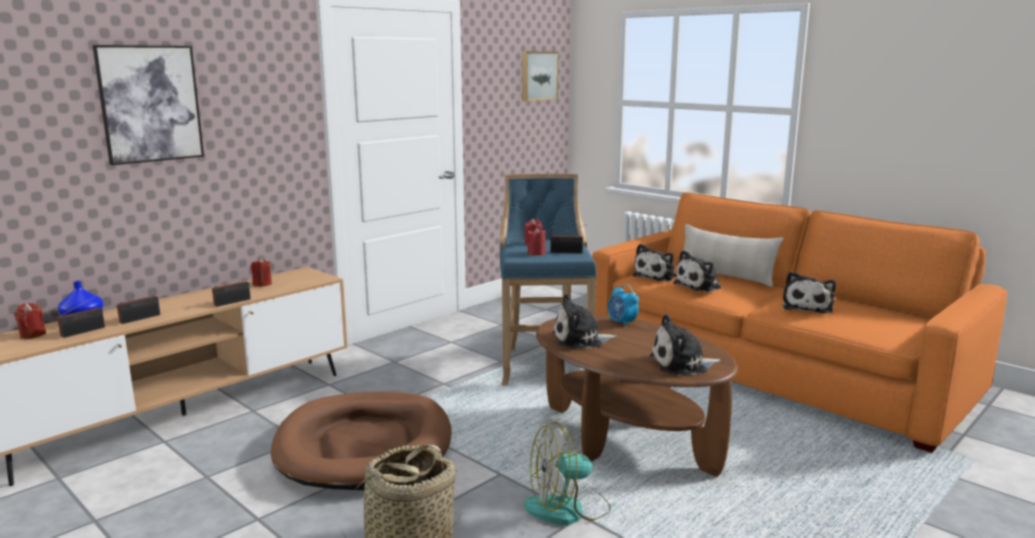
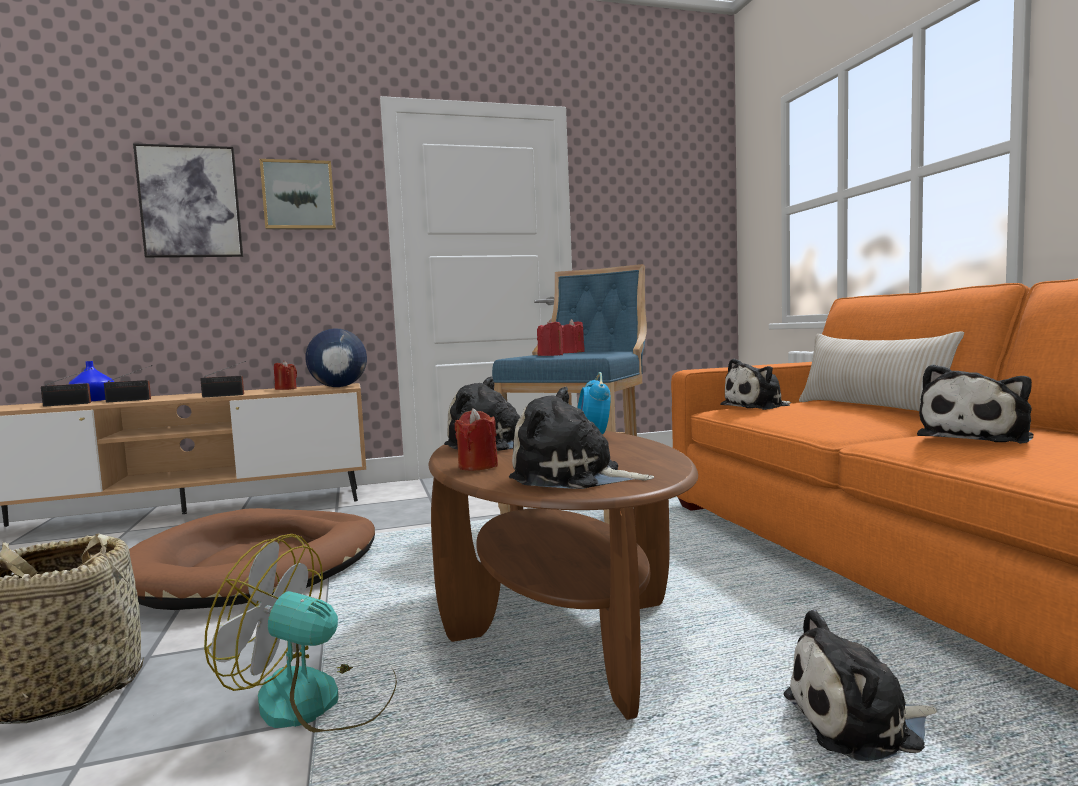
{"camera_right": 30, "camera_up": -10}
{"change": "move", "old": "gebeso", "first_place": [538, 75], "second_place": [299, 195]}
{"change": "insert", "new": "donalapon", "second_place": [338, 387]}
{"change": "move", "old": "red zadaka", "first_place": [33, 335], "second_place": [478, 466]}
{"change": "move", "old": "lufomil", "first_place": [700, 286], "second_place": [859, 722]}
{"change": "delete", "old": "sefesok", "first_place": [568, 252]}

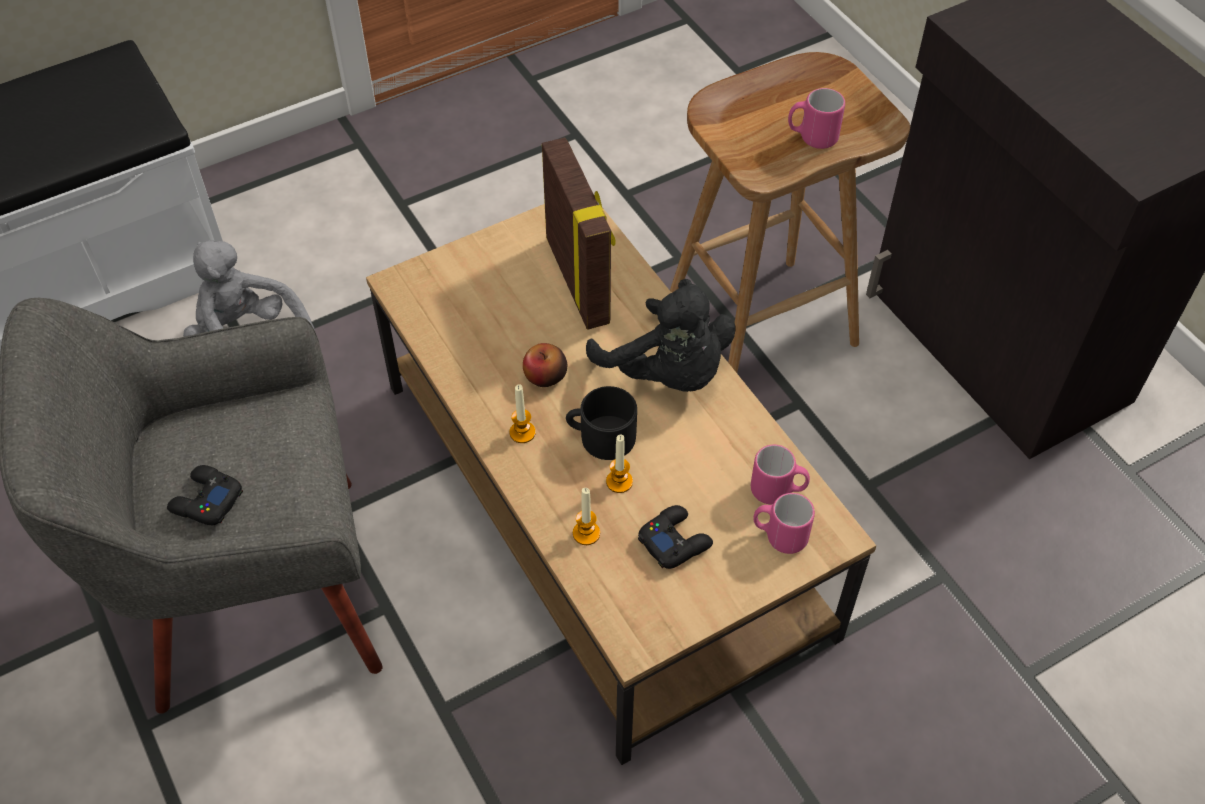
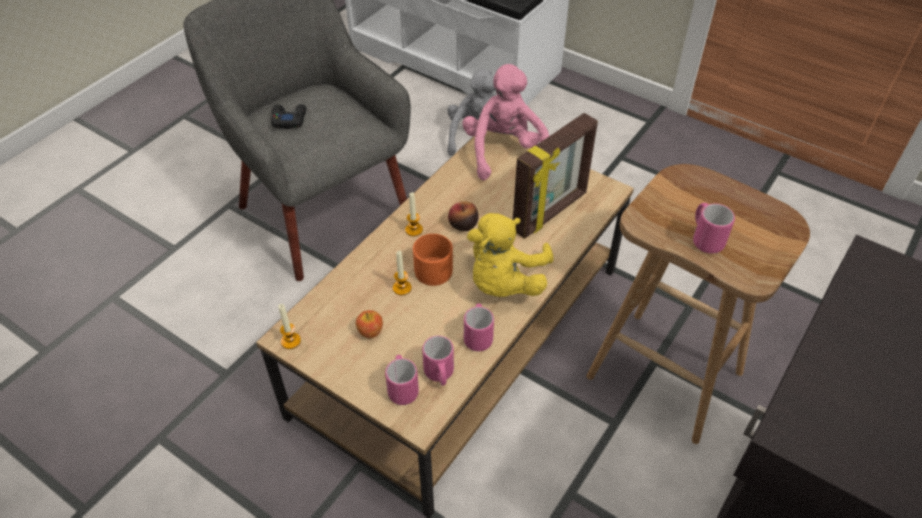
{"camera_right": 65, "camera_up": -5}
{"change": "move", "old": "zadaka", "first_place": [586, 533], "second_place": [290, 341]}
{"change": "replace", "old": "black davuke", "new": "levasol", "first_place": [674, 541], "second_place": [370, 331]}
{"change": "recolor", "old": "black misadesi", "new": "orange misadesi", "first_place": [601, 436], "second_place": [432, 267]}
{"change": "insert", "new": "pink lufomil", "second_place": [504, 153]}
{"change": "insert", "new": "pink misadesi", "second_place": [478, 336]}
{"change": "recolor", "old": "black lufomil", "new": "yellow lufomil", "first_place": [667, 372], "second_place": [504, 282]}

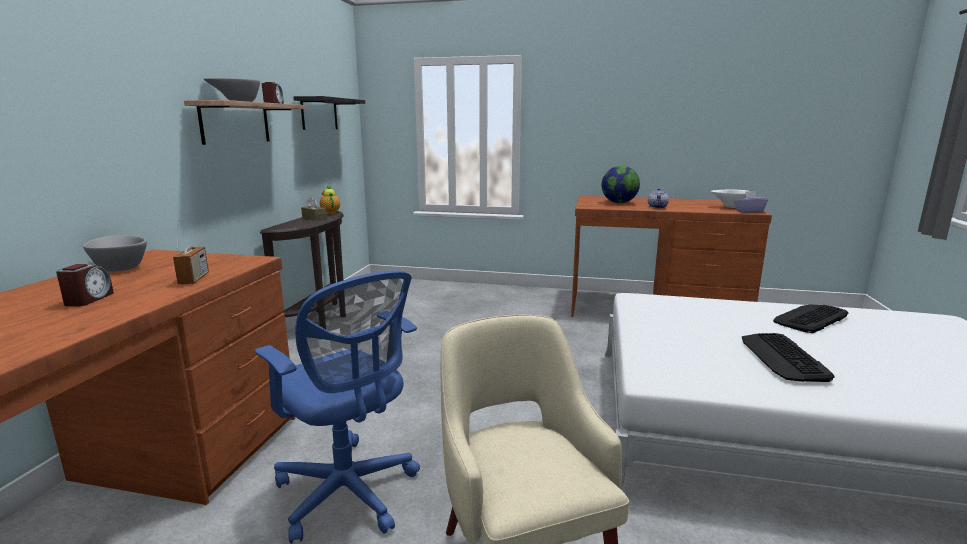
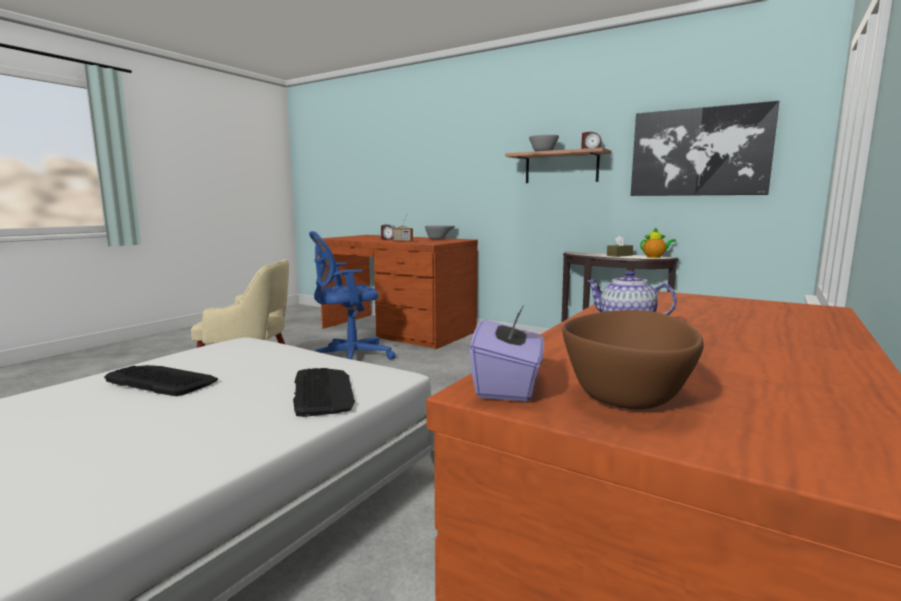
{"camera_right": 110, "camera_up": -5}
{"change": "move", "old": "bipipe", "first_place": [810, 318], "second_place": [322, 392]}
{"change": "recolor", "old": "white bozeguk", "new": "brown bozeguk", "first_place": [730, 207], "second_place": [628, 393]}
{"change": "replace", "old": "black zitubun", "new": "gebeso", "first_place": [319, 114], "second_place": [699, 152]}
{"change": "delete", "old": "donalapon", "first_place": [619, 203]}

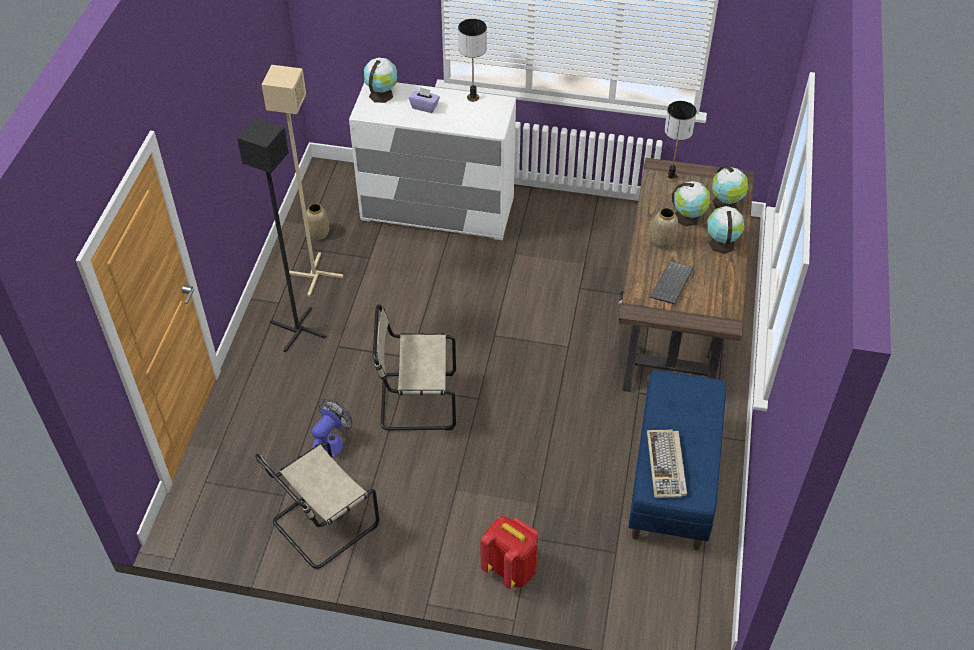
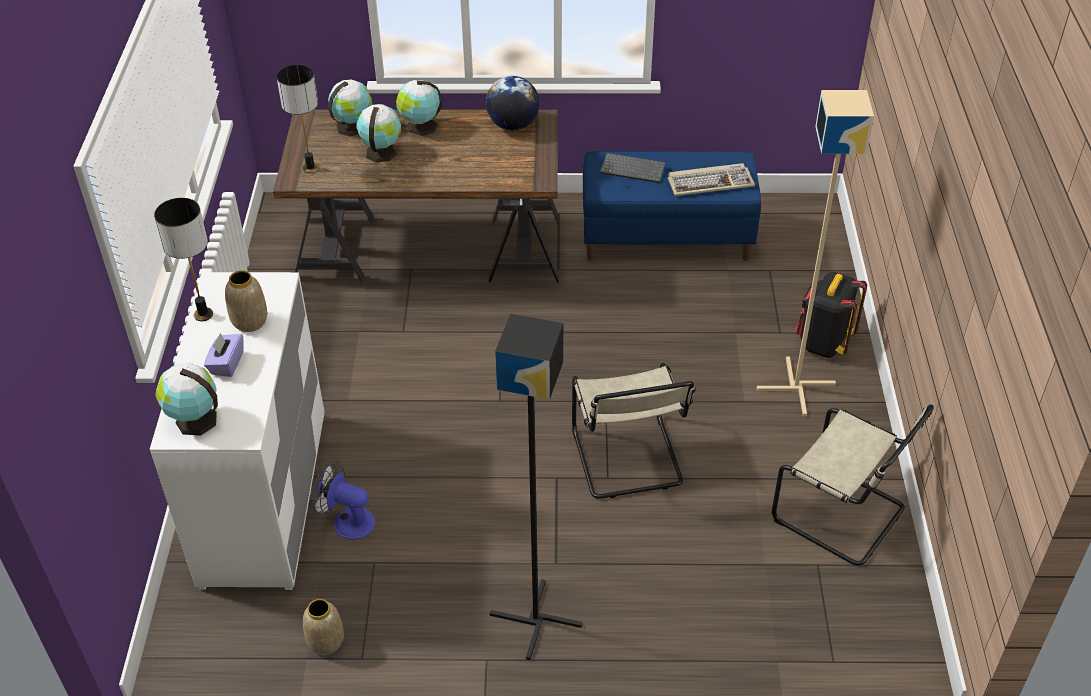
{"camera_right": -100, "camera_up": -5}
{"change": "move", "old": "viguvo", "first_place": [662, 241], "second_place": [249, 322]}
{"change": "move", "old": "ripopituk", "first_place": [331, 441], "second_place": [347, 521]}
{"change": "insert", "new": "donalapon", "second_place": [513, 125]}
{"change": "move", "old": "bipipe", "first_place": [672, 284], "second_place": [633, 169]}
{"change": "move", "old": "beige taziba", "first_place": [314, 275], "second_place": [797, 386]}
{"change": "recolor", "old": "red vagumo", "new": "black vagumo", "first_place": [511, 568], "second_place": [823, 343]}

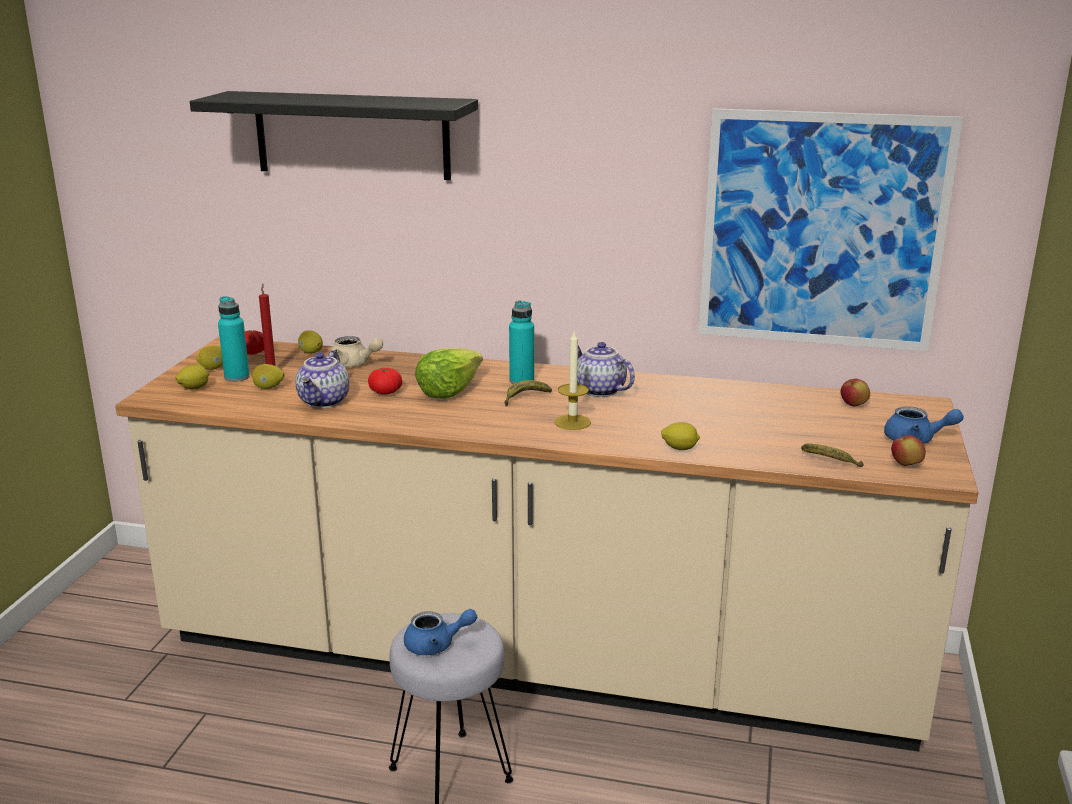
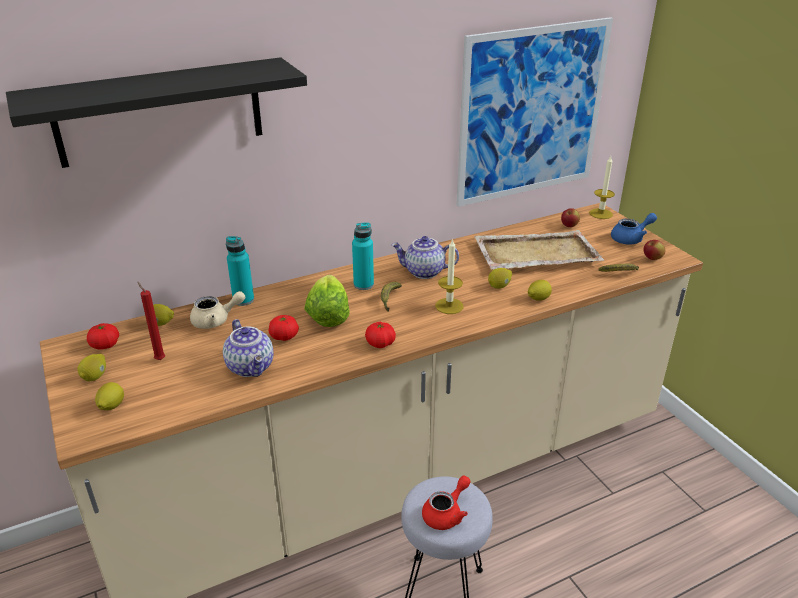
{"camera_right": -40, "camera_up": 10}
{"change": "move", "old": "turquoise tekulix", "first_place": [237, 377], "second_place": [243, 300]}
{"change": "insert", "new": "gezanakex", "second_place": [380, 343]}
{"change": "recolor", "old": "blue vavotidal", "new": "red vavotidal", "first_place": [436, 645], "second_place": [446, 514]}
{"change": "insert", "new": "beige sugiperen", "second_place": [535, 254]}
{"change": "move", "old": "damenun", "first_place": [268, 388], "second_place": [499, 286]}
{"change": "insert", "new": "zadaka", "second_place": [601, 213]}

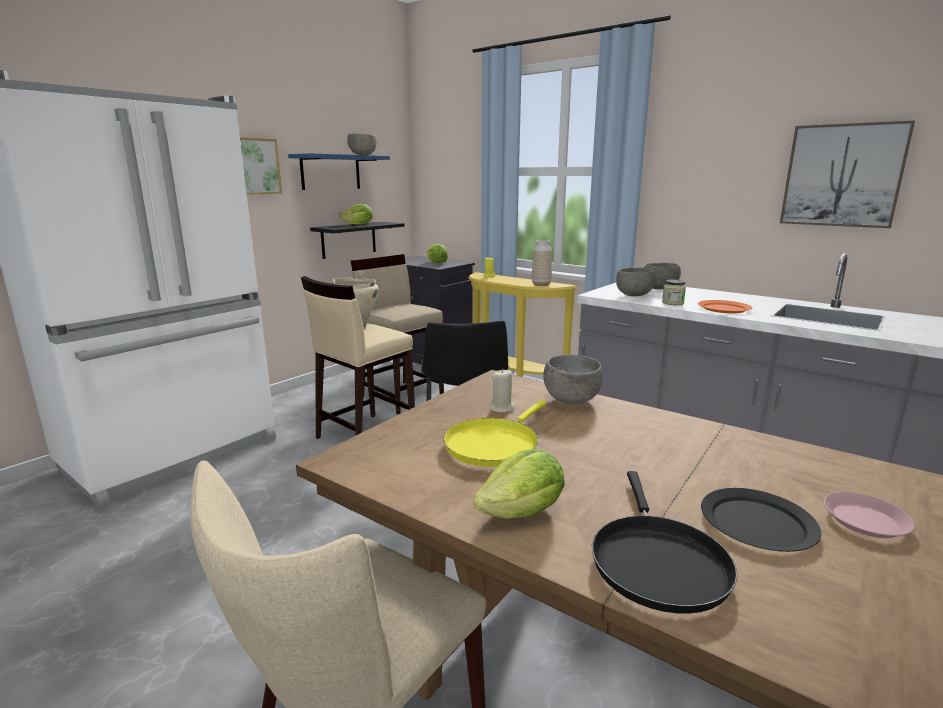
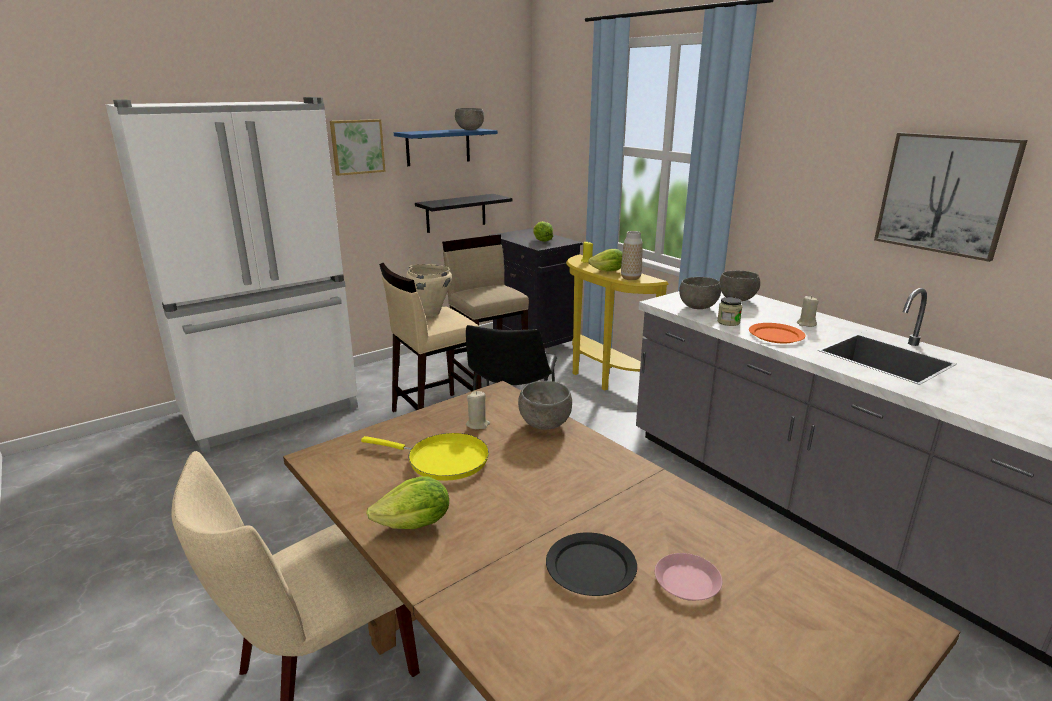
{"camera_right": 15, "camera_up": 5}
{"change": "rotate", "old": "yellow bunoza", "first_place": [494, 444], "second_place": [442, 460], "degrees": -120}
{"change": "move", "old": "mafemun", "first_place": [359, 224], "second_place": [608, 271]}
{"change": "insert", "new": "beige zadaka", "second_place": [806, 324]}
{"change": "delete", "old": "black bunoza", "first_place": [656, 561]}

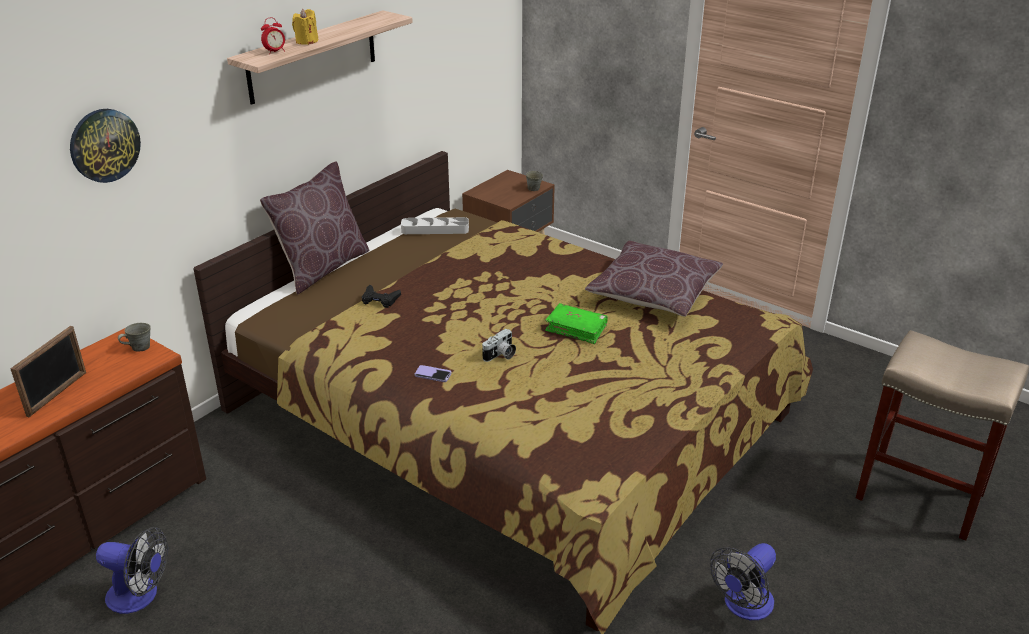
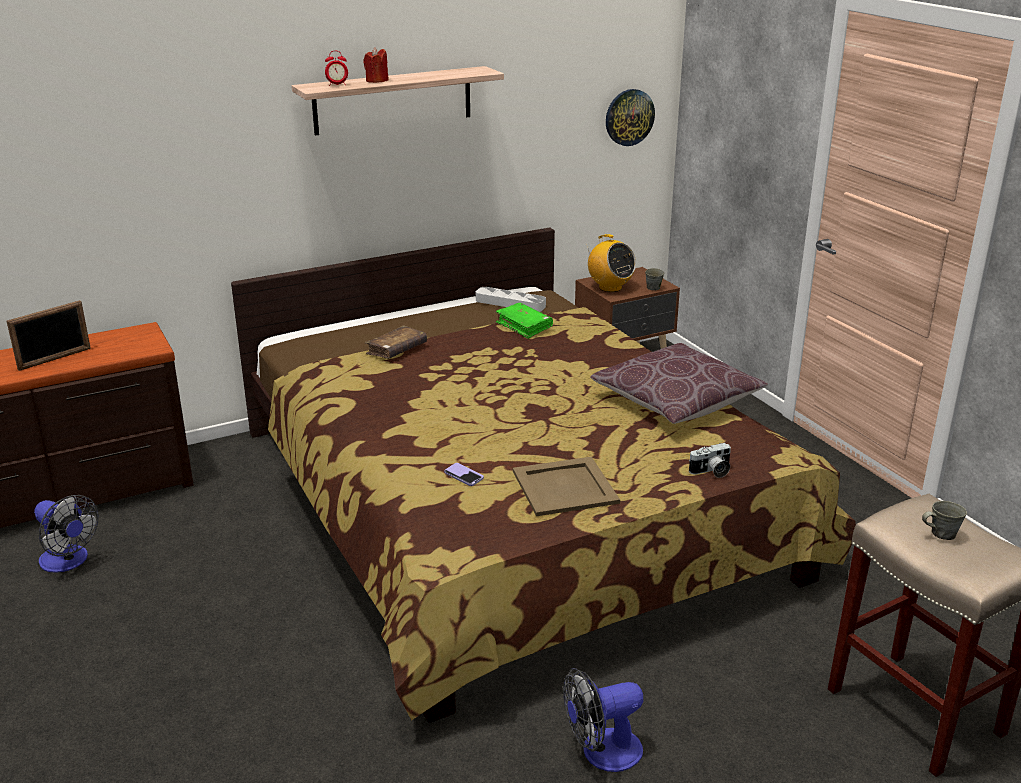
{"camera_right": 25, "camera_up": -5}
{"change": "recolor", "old": "yellow zadaka", "new": "red zadaka", "first_place": [306, 41], "second_place": [377, 81]}
{"change": "replace", "old": "black davuke", "new": "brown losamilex", "first_place": [380, 300], "second_place": [397, 350]}
{"change": "move", "old": "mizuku", "first_place": [433, 375], "second_place": [463, 475]}
{"change": "move", "old": "green losamilex", "first_place": [576, 329], "second_place": [524, 326]}
{"change": "insert", "new": "beige sugiperen", "second_place": [564, 486]}
{"change": "insert", "new": "sefesok", "second_place": [610, 288]}
{"change": "move", "old": "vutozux", "first_place": [104, 145], "second_place": [629, 117]}
{"change": "move", "old": "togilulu", "first_place": [500, 355], "second_place": [711, 472]}
{"change": "move", "old": "grey misadesi", "first_place": [139, 347], "second_place": [941, 534]}
{"change": "delete", "old": "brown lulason", "first_place": [322, 267]}

